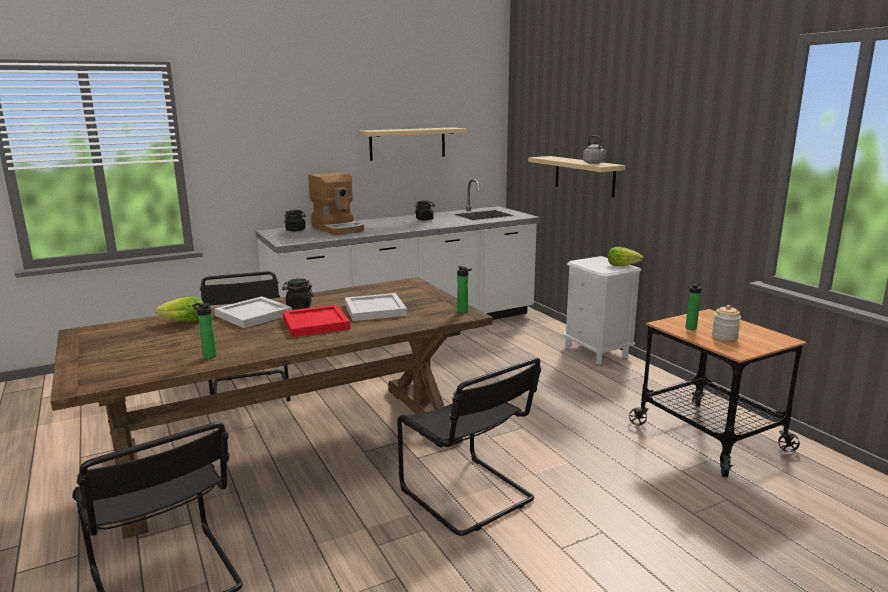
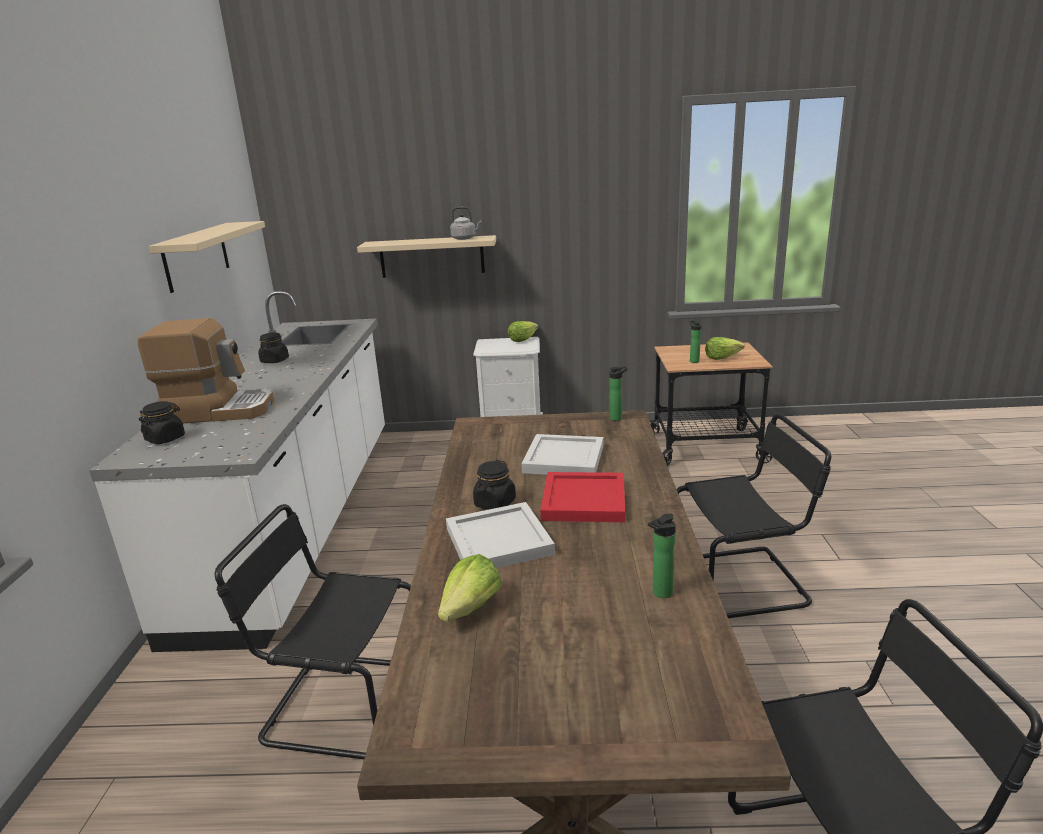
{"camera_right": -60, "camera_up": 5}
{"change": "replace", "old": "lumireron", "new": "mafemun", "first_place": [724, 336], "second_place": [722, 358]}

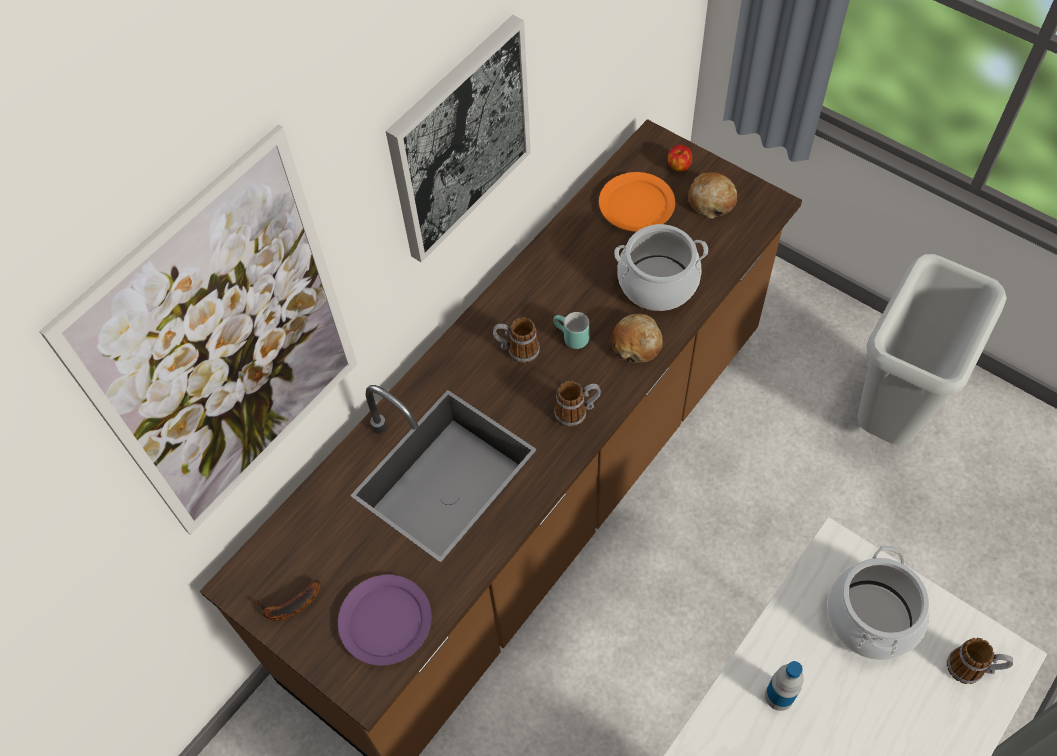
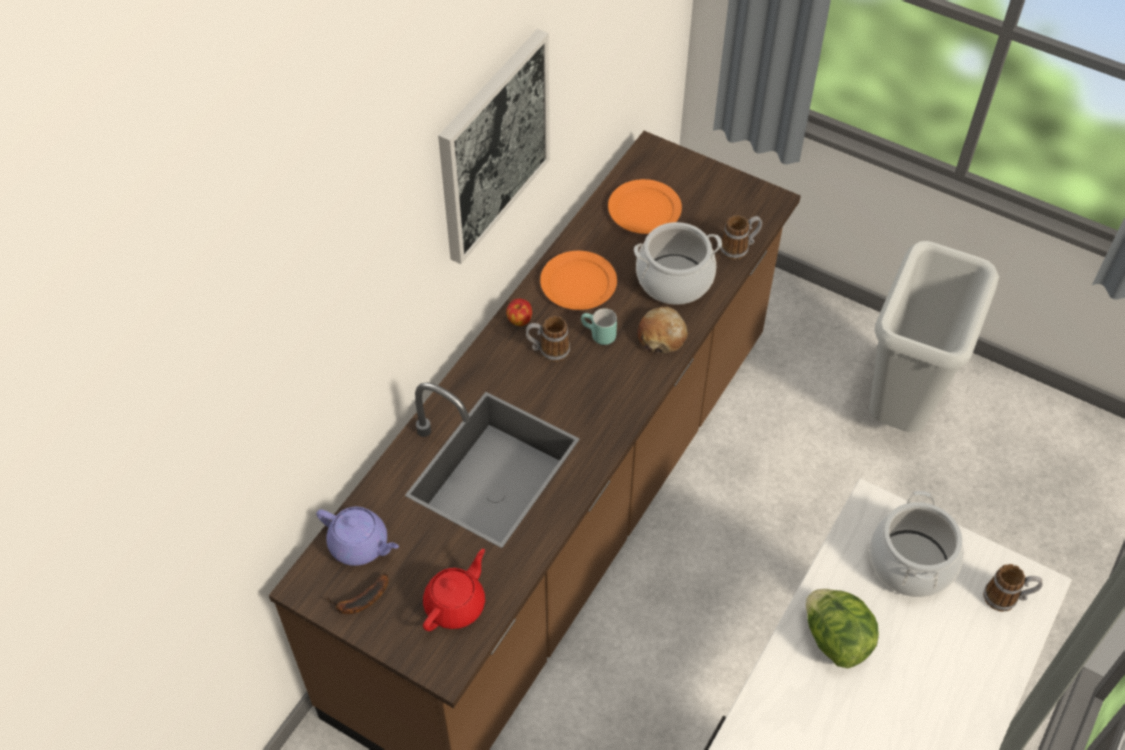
{"camera_right": -10, "camera_up": -5}
{"change": "insert", "new": "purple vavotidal", "second_place": [360, 545]}
{"change": "replace", "old": "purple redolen", "new": "red vavotidal", "first_place": [385, 620], "second_place": [456, 604]}
{"change": "move", "old": "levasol", "first_place": [678, 166], "second_place": [519, 320]}
{"change": "insert", "new": "orange redolen", "second_place": [579, 283]}
{"change": "move", "old": "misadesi", "first_place": [577, 412], "second_place": [739, 248]}
{"change": "replace", "old": "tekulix", "new": "mafemun", "first_place": [779, 696], "second_place": [835, 639]}
{"change": "delete", "old": "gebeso", "first_place": [227, 349]}
{"change": "delete", "old": "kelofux", "first_place": [711, 200]}

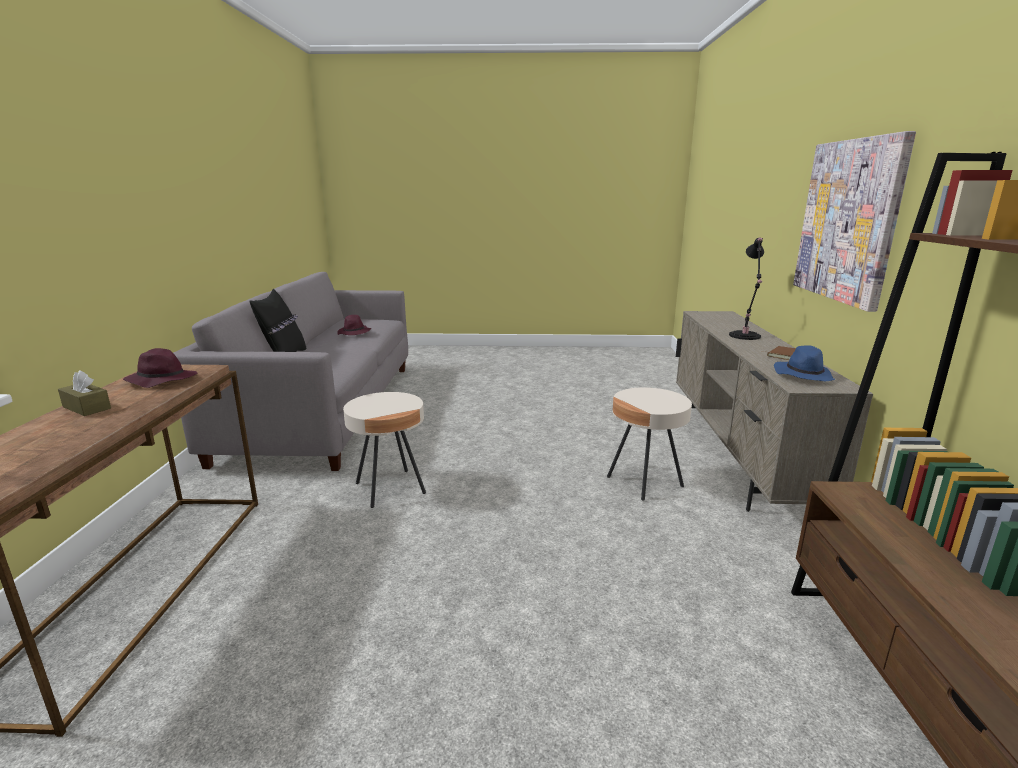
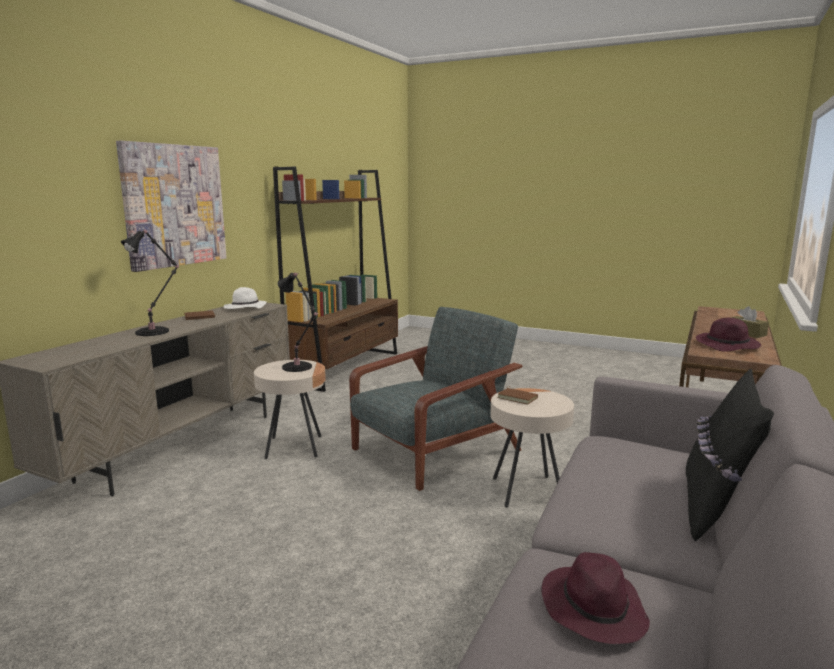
{"camera_right": -155, "camera_up": -5}
{"change": "recolor", "old": "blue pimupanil", "new": "white pimupanil", "first_place": [802, 375], "second_place": [245, 308]}
{"change": "insert", "new": "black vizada", "second_place": [298, 368]}
{"change": "insert", "new": "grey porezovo", "second_place": [433, 451]}
{"change": "insert", "new": "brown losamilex", "second_place": [518, 398]}

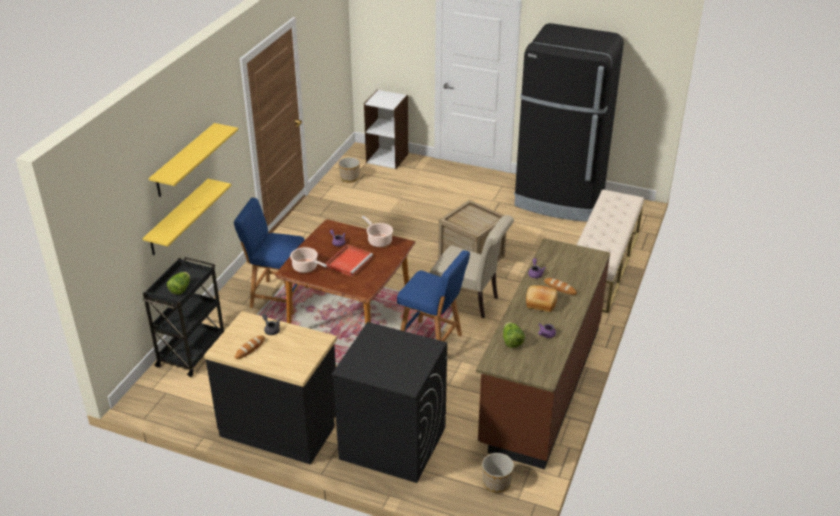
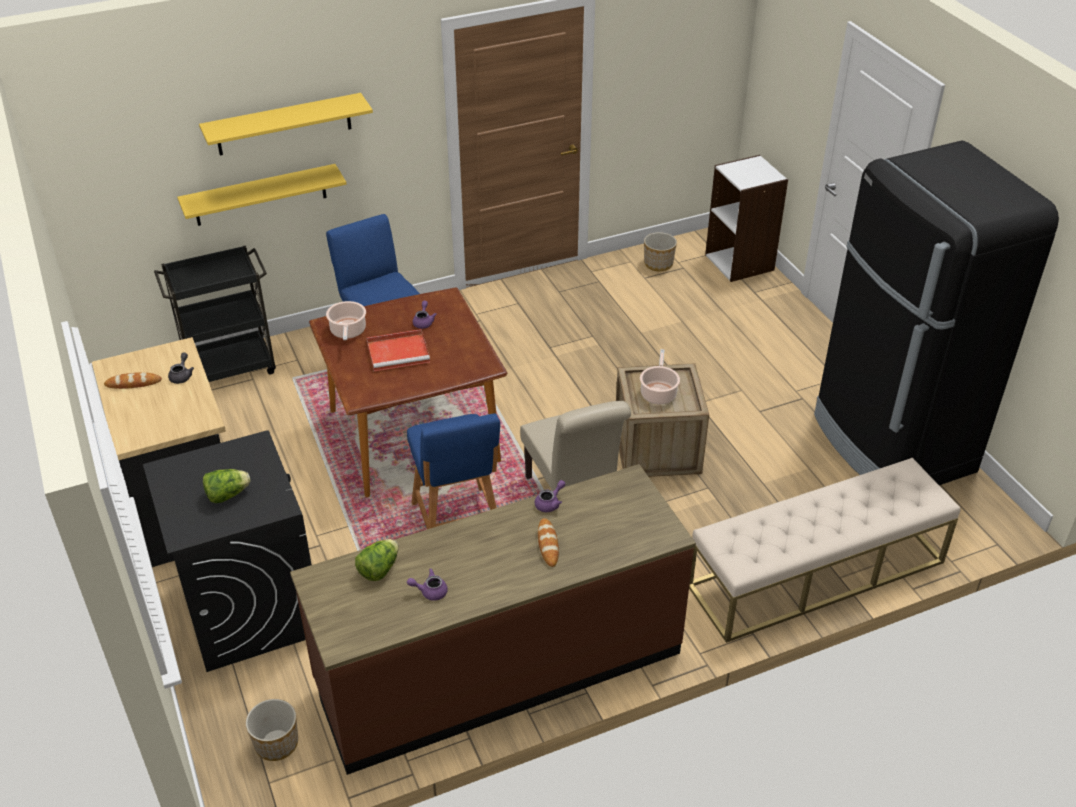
{"camera_right": 45, "camera_up": 5}
{"change": "move", "old": "mafemun", "first_place": [180, 289], "second_place": [227, 495]}
{"change": "move", "old": "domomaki", "first_place": [378, 241], "second_place": [658, 393]}
{"change": "delete", "old": "kelofux", "first_place": [540, 304]}

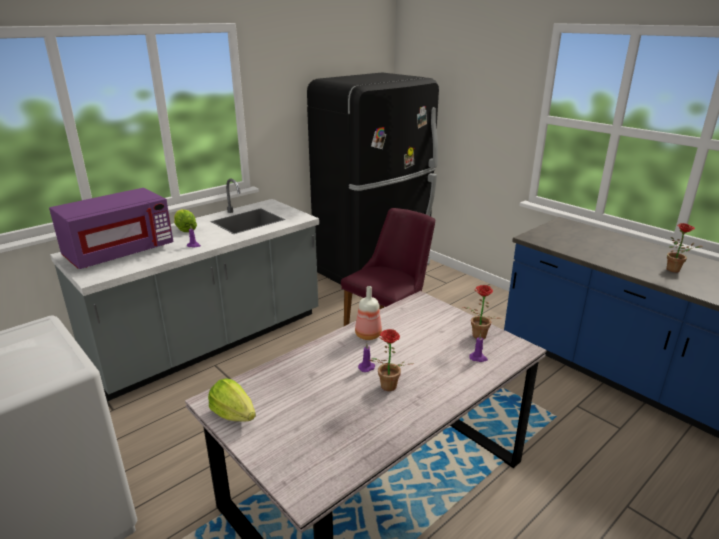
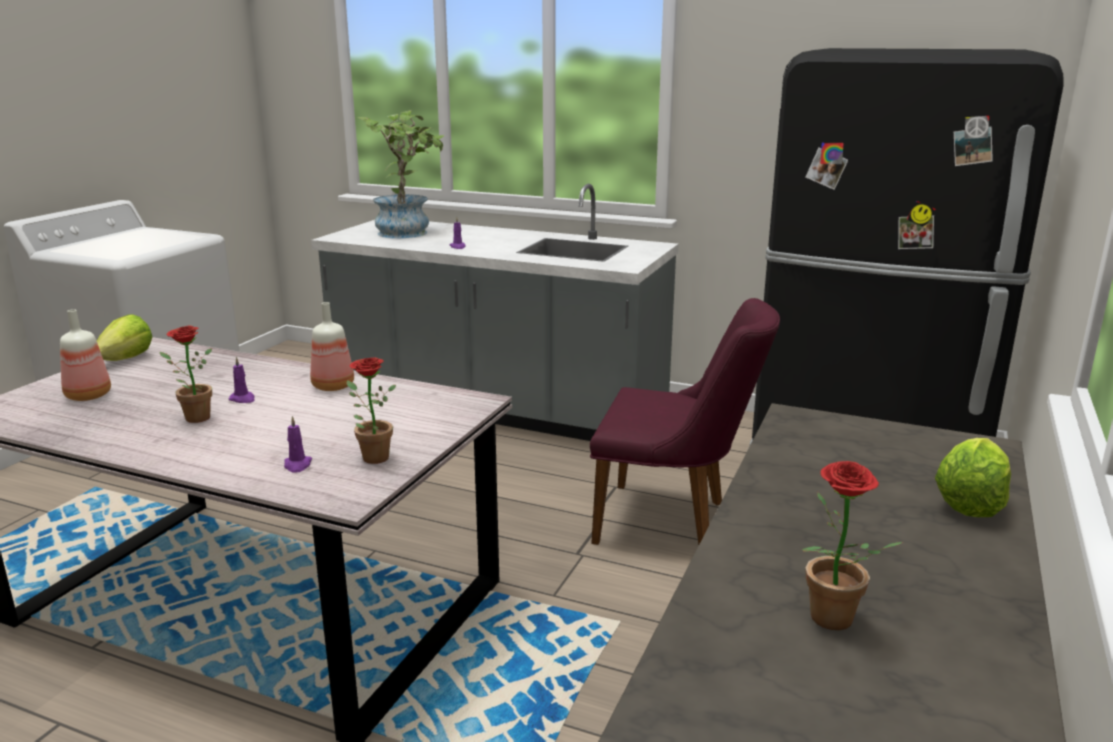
{"camera_right": 65, "camera_up": -5}
{"change": "insert", "new": "tekulix", "second_place": [87, 396]}
{"change": "replace", "old": "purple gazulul", "new": "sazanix", "first_place": [120, 252], "second_place": [408, 231]}
{"change": "move", "old": "mafemun", "first_place": [185, 229], "second_place": [970, 503]}

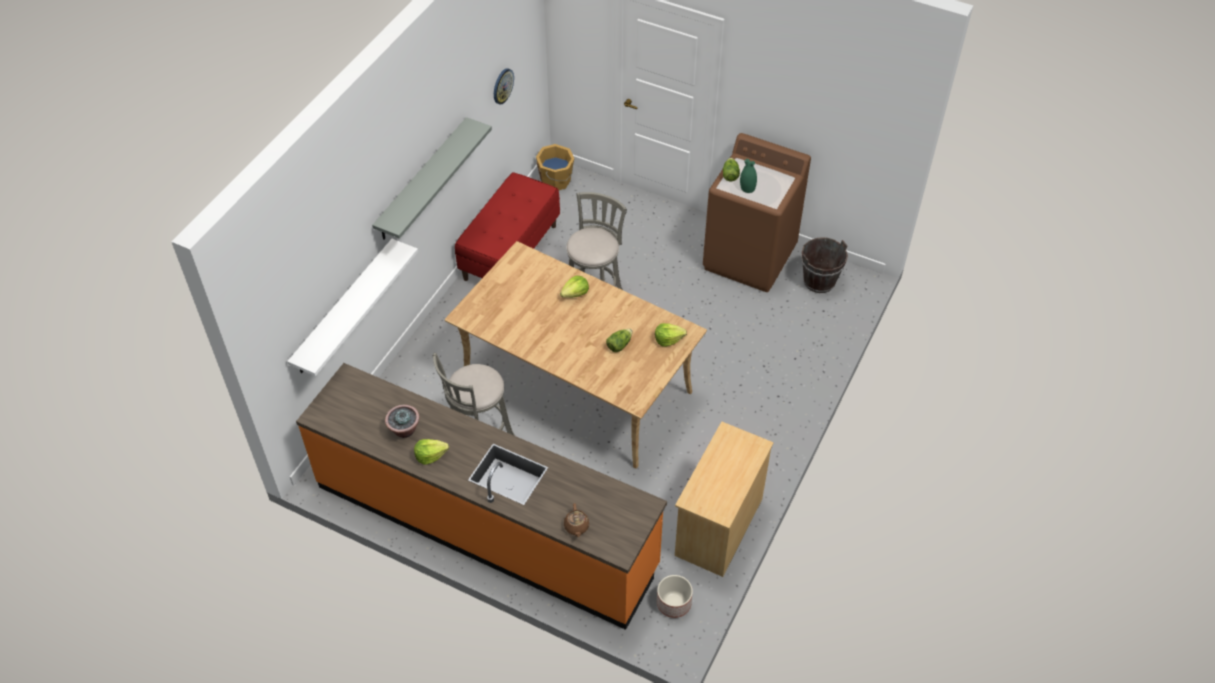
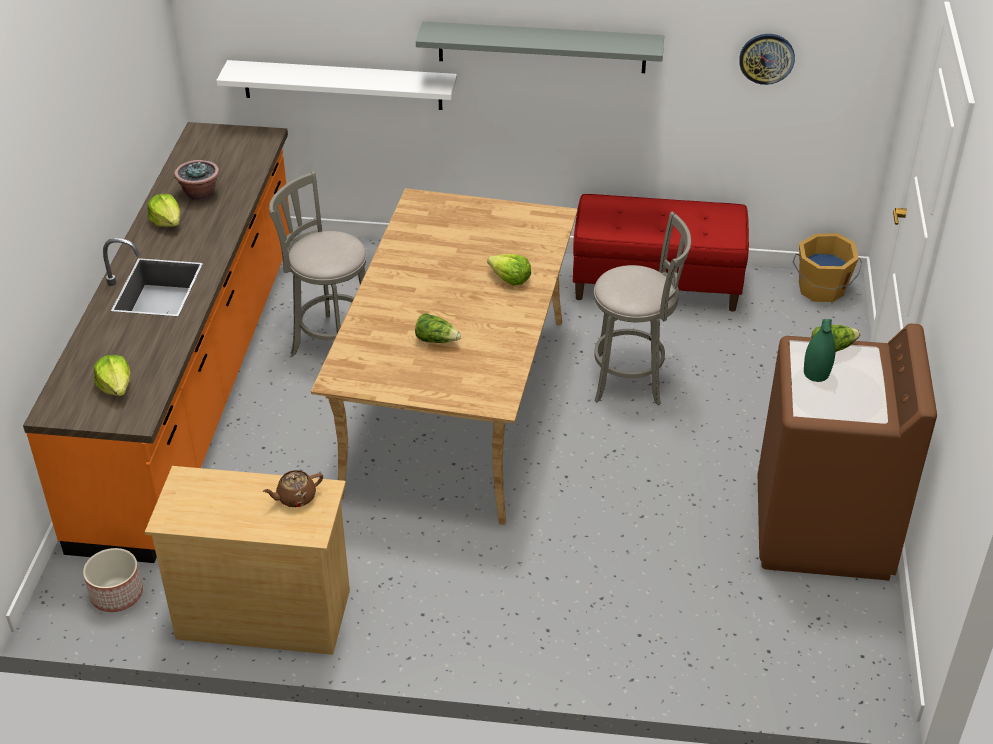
{"camera_right": 70, "camera_up": -10}
{"change": "move", "old": "mafemun", "first_place": [668, 339], "second_place": [116, 387]}
{"change": "move", "old": "brown vavotidal", "first_place": [576, 527], "second_place": [295, 497]}
{"change": "delete", "old": "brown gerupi", "first_place": [819, 281]}

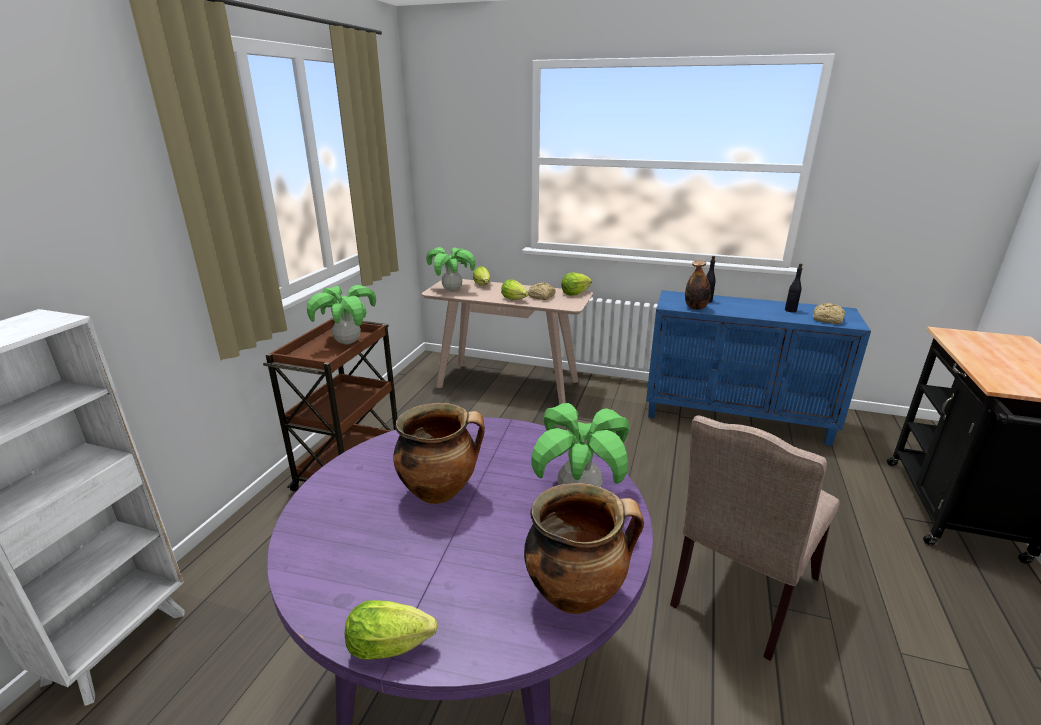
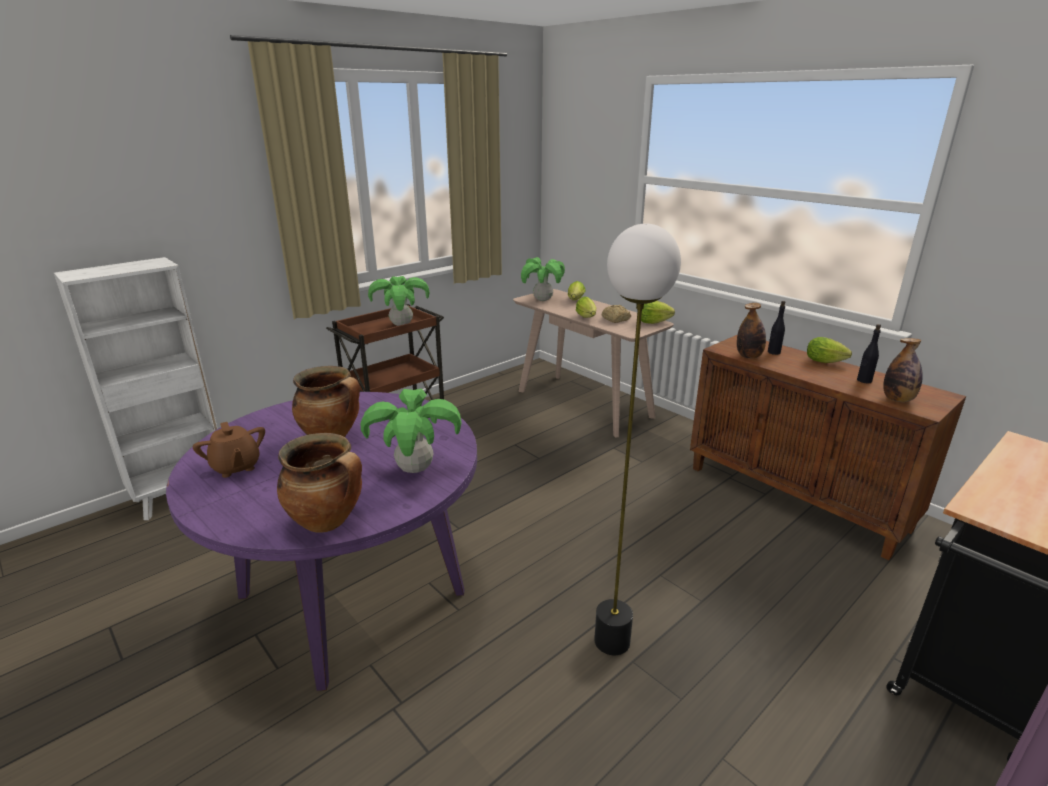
{"camera_right": 30, "camera_up": 0}
{"change": "insert", "new": "brown vavotidal", "second_place": [236, 467]}
{"change": "replace", "old": "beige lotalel", "new": "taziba", "first_place": [739, 594], "second_place": [611, 640]}
{"change": "recolor", "old": "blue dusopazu", "new": "brown dusopazu", "first_place": [736, 418], "second_place": [796, 497]}
{"change": "move", "old": "mafemun", "first_place": [394, 646], "second_place": [826, 362]}
{"change": "replace", "old": "kelofux", "new": "tekulix", "first_place": [828, 320], "second_place": [897, 399]}

